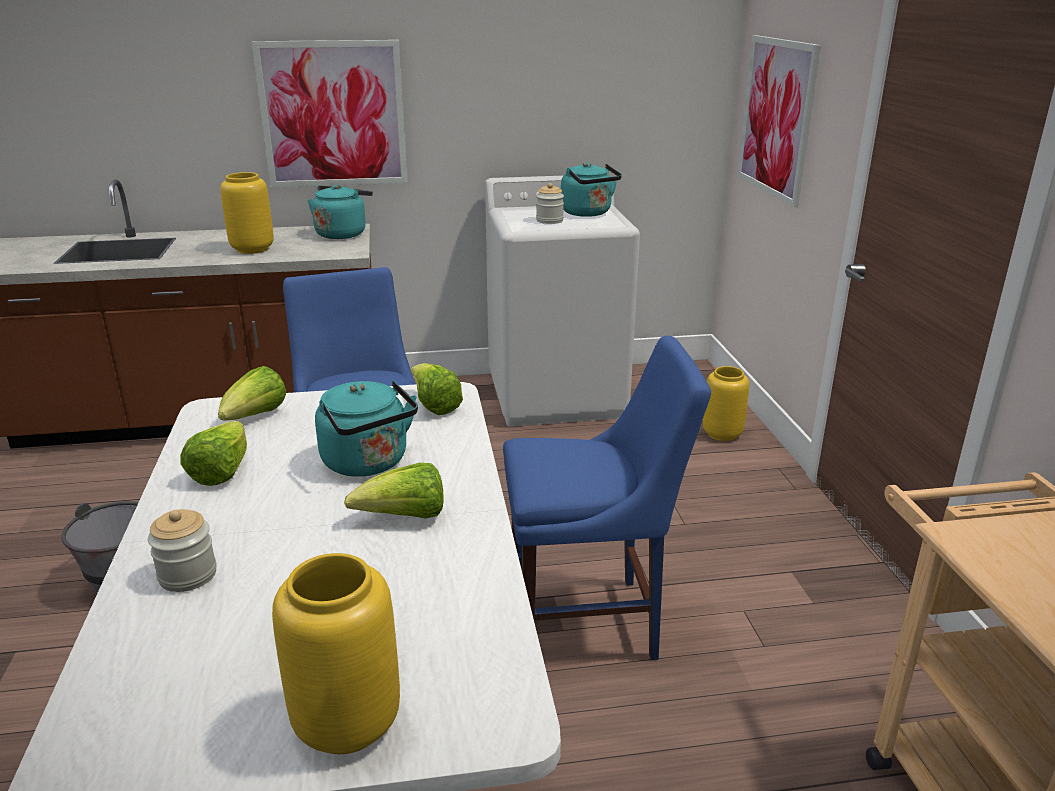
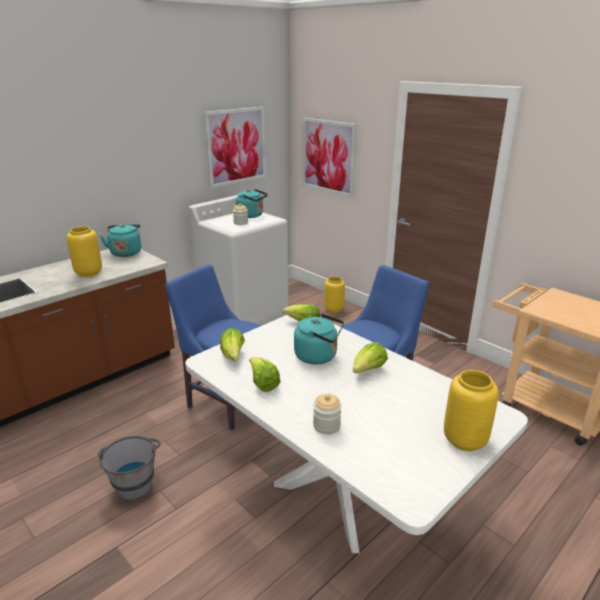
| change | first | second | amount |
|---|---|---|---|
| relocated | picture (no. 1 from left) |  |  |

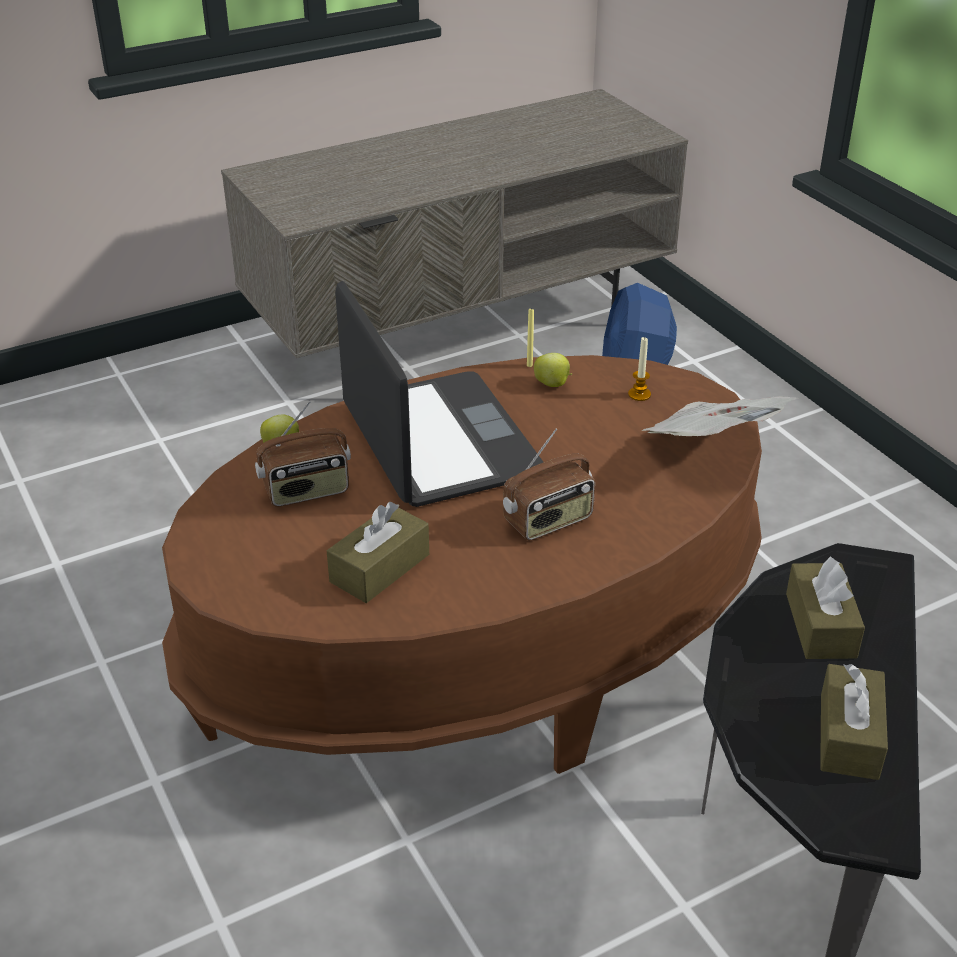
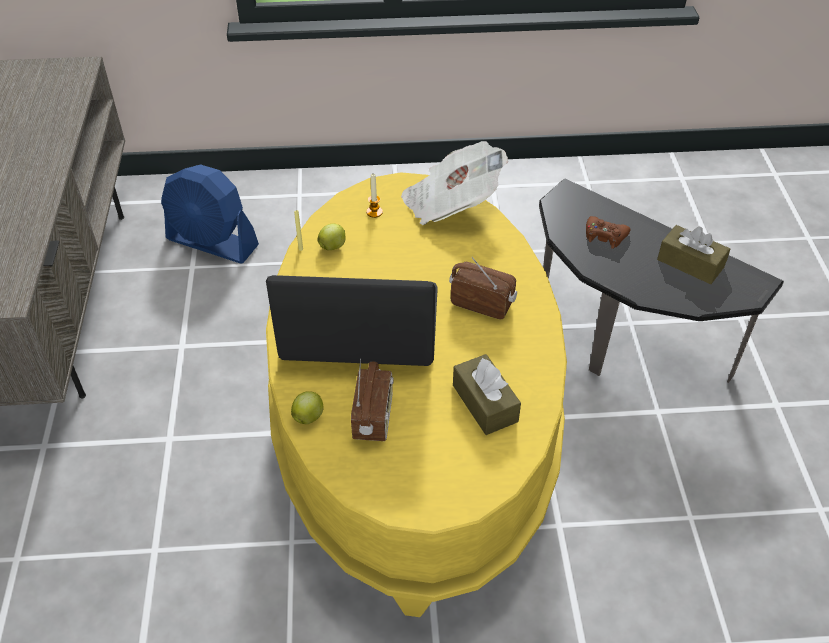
| change | first | second | amount |
|---|---|---|---|
| colour | brown coffee table | yellow coffee table |  |
| spun | radio (no. 2 from left) |  | 60 degrees counterclockwise |
| exchanged | brown tissue box (no. 2 from left) | brown game controller |  |

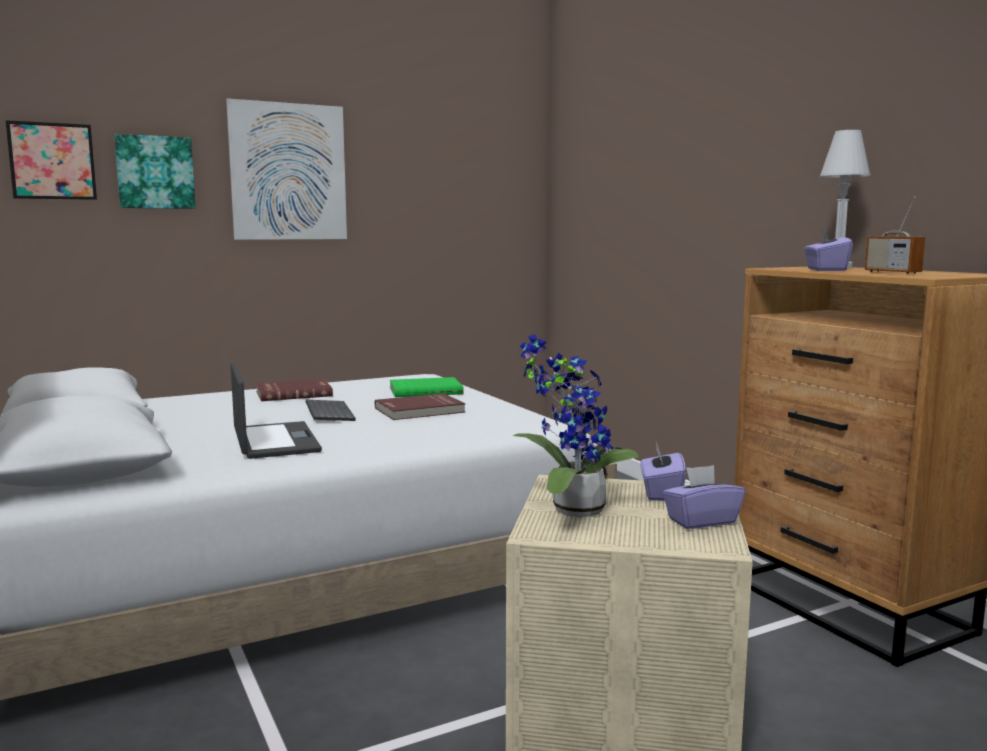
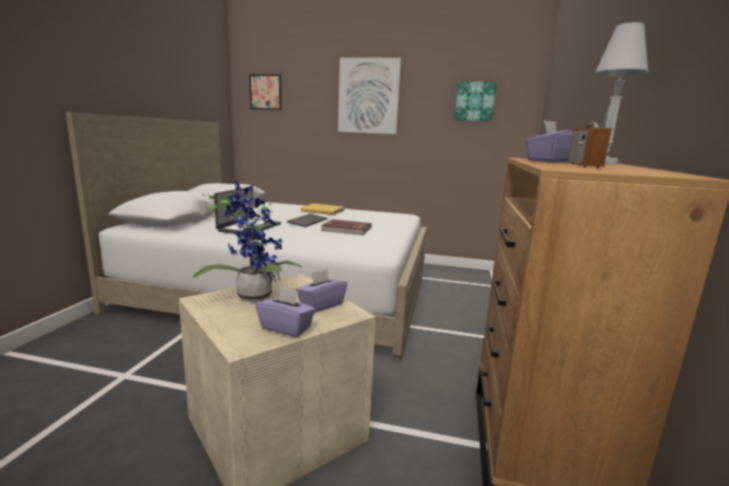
| change | first | second | amount |
|---|---|---|---|
| relocated | picture (no. 2 from left in the first image) | picture (no. 3 from left) |  |
| colour | red book (no. 1 from left) | yellow book |  |
| missing | green book |  |  |

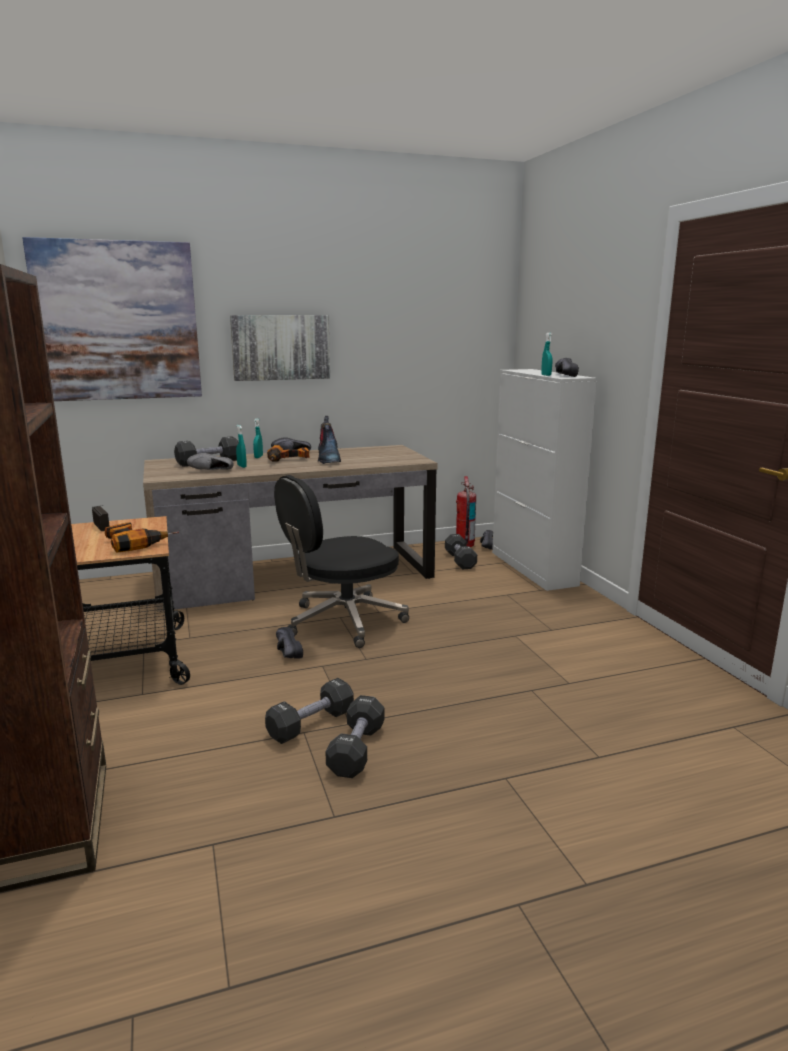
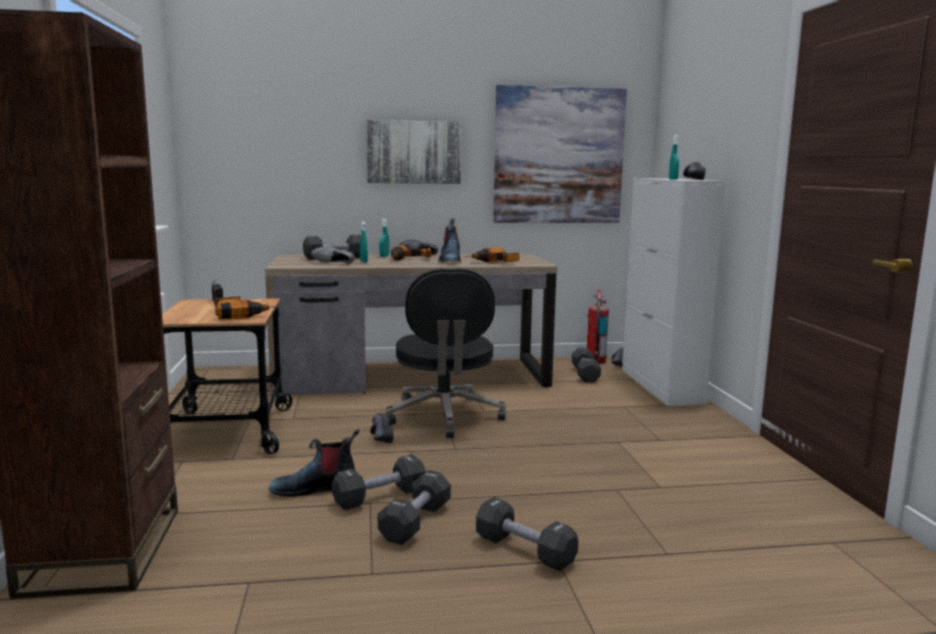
| change | first | second | amount |
|---|---|---|---|
| relocated | picture (no. 1 from left in the first image) | picture (no. 2 from left) |  |
| spun | black office chair |  | 75 degrees counterclockwise |
| appeared |  | boot (no. 1 from left) |  |
| appeared |  | power drill (no. 3 from left) |  |
| appeared |  | black dumbbell (no. 4 from left) |  |

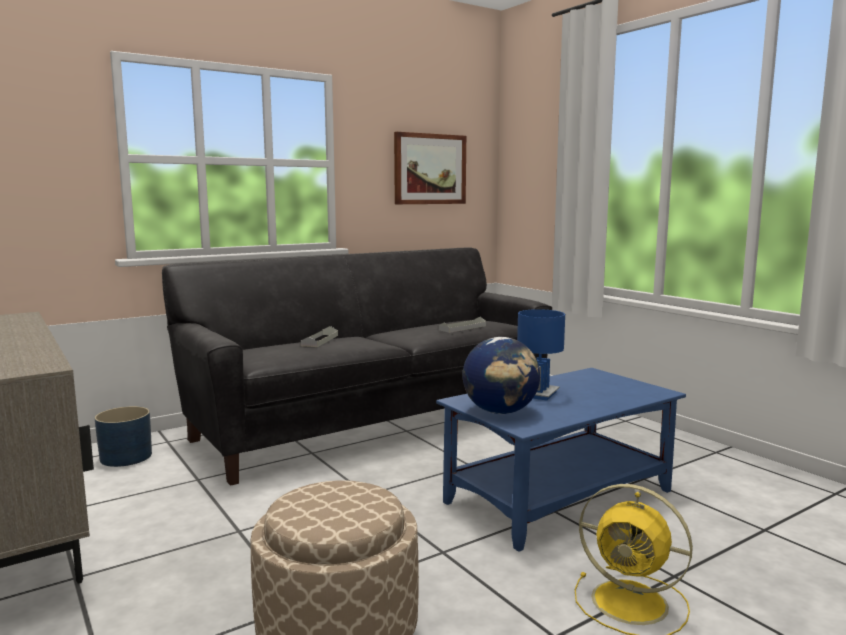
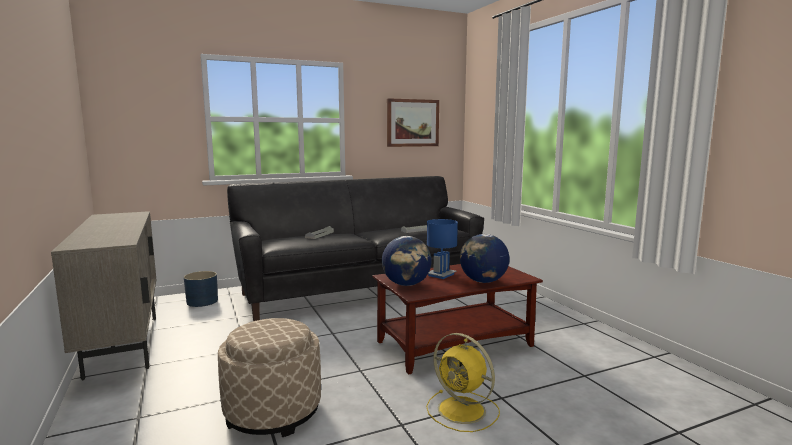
| change | first | second | amount |
|---|---|---|---|
| colour | blue coffee table | brown coffee table |  |
| appeared |  | globe (no. 2 from left) |  |

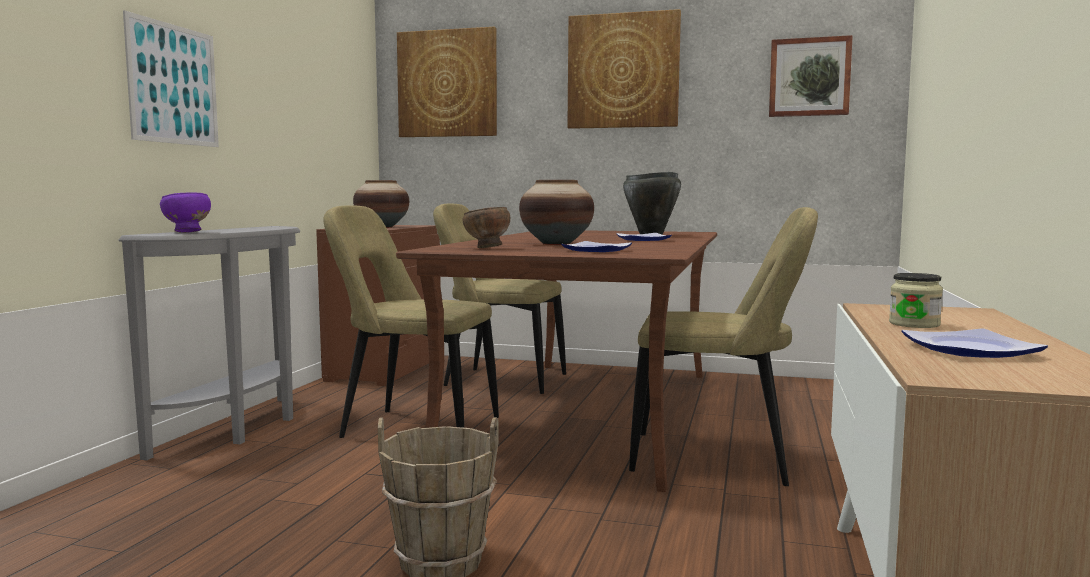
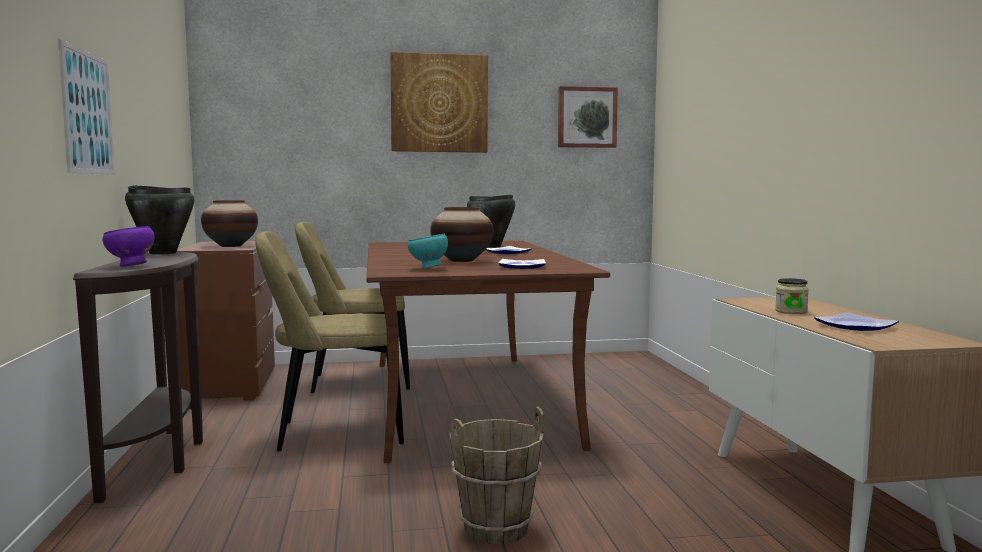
| change | first | second | amount |
|---|---|---|---|
| colour | grey console table | brown console table |  |
| missing | picture (no. 2 from left) |  |  |
| colour | brown bowl | turquoise bowl |  |
| missing | beige chair (no. 3 from left) |  |  |
| appeared |  | black cooking pot (no. 1 from left) |  |

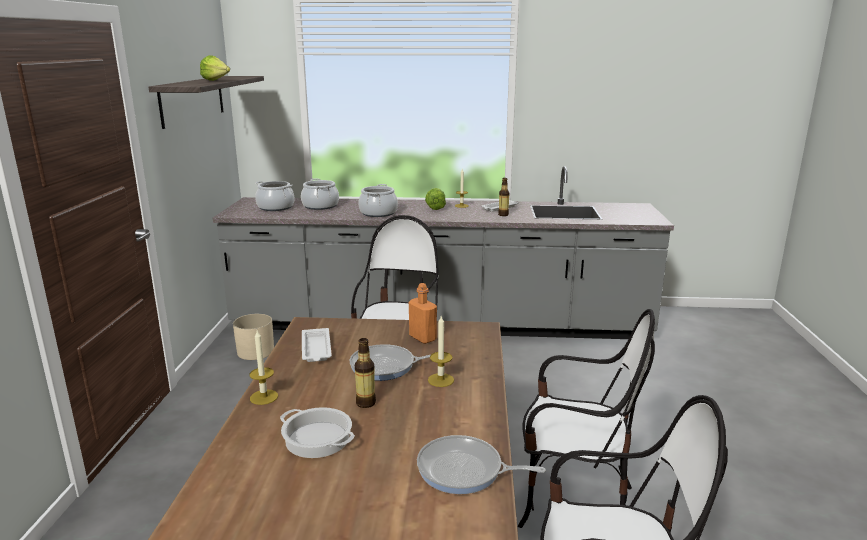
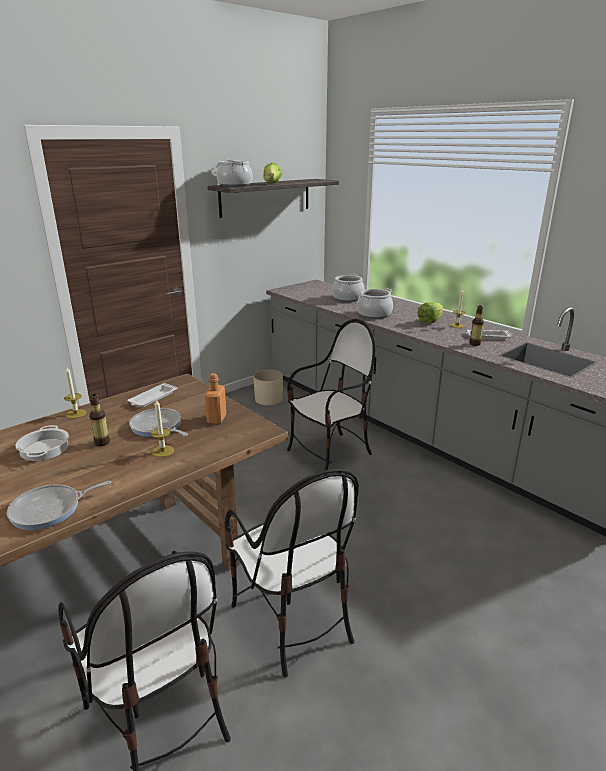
| change | first | second | amount |
|---|---|---|---|
| relocated | cooking pot (no. 1 from left in the first image) | cooking pot (no. 2 from left) |  |
| spun | frying pan (no. 2 from left in the first image) | frying pan (no. 1 from left) | 90 degrees counterclockwise |

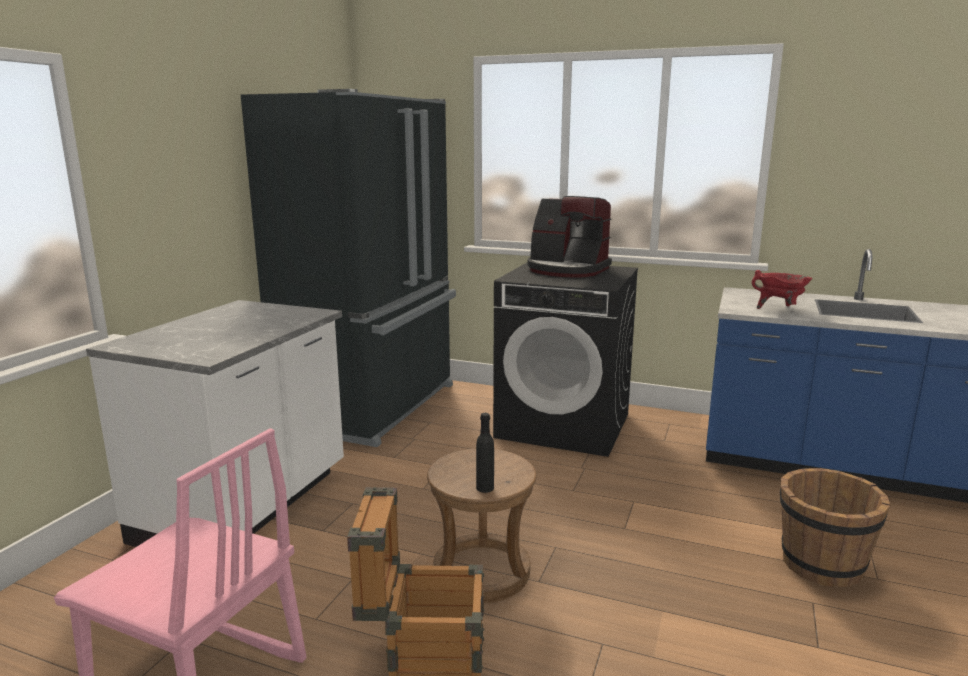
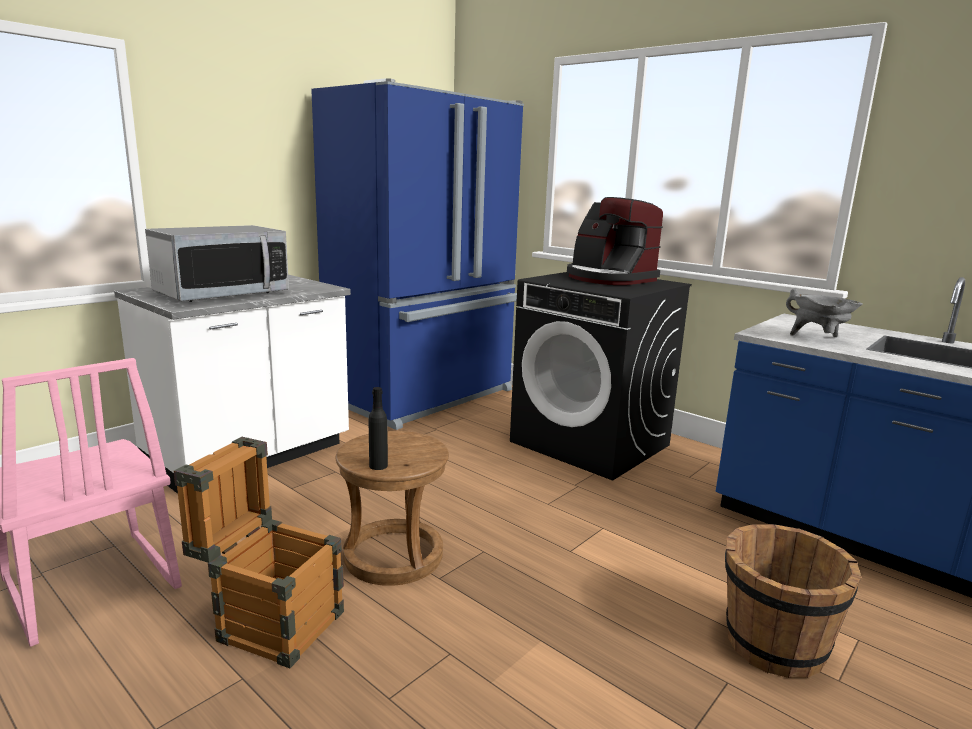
| change | first | second | amount |
|---|---|---|---|
| colour | black fridge | blue fridge |  |
| colour | red cooking pot | grey cooking pot |  |
| appeared |  | microwave |  |

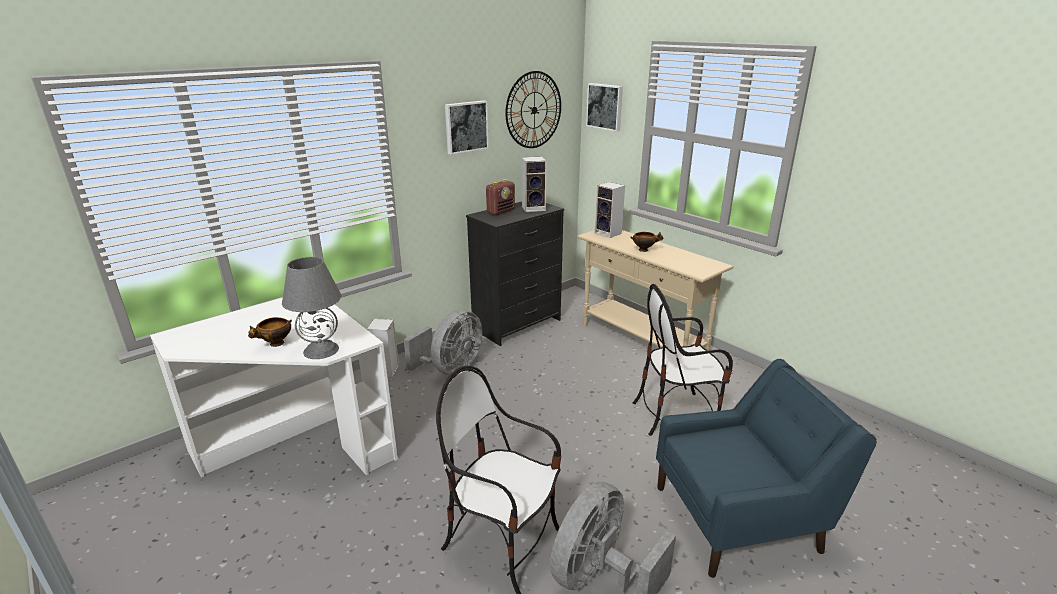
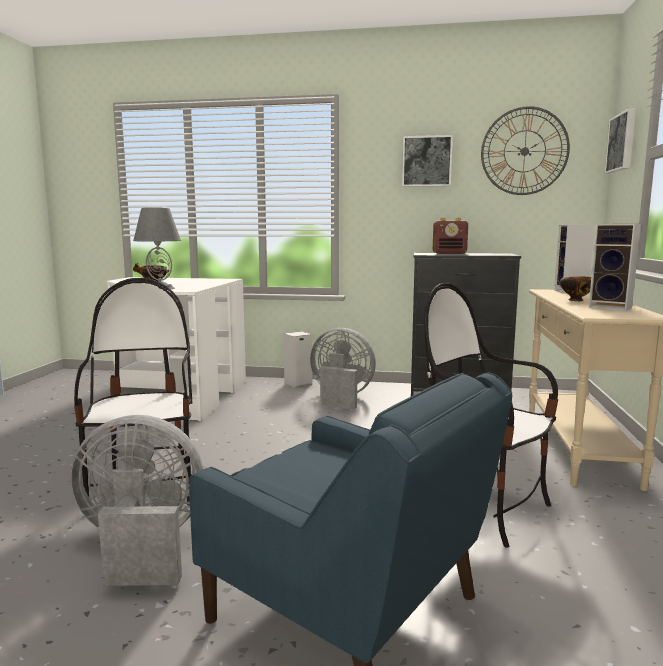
| change | first | second | amount |
|---|---|---|---|
| spun | grey fan (no. 1 from left in the first image) | grey fan (no. 2 from left) | 150 degrees counterclockwise |
| relocated | speaker (no. 2 from left in the first image) | speaker (no. 3 from left) |  |

